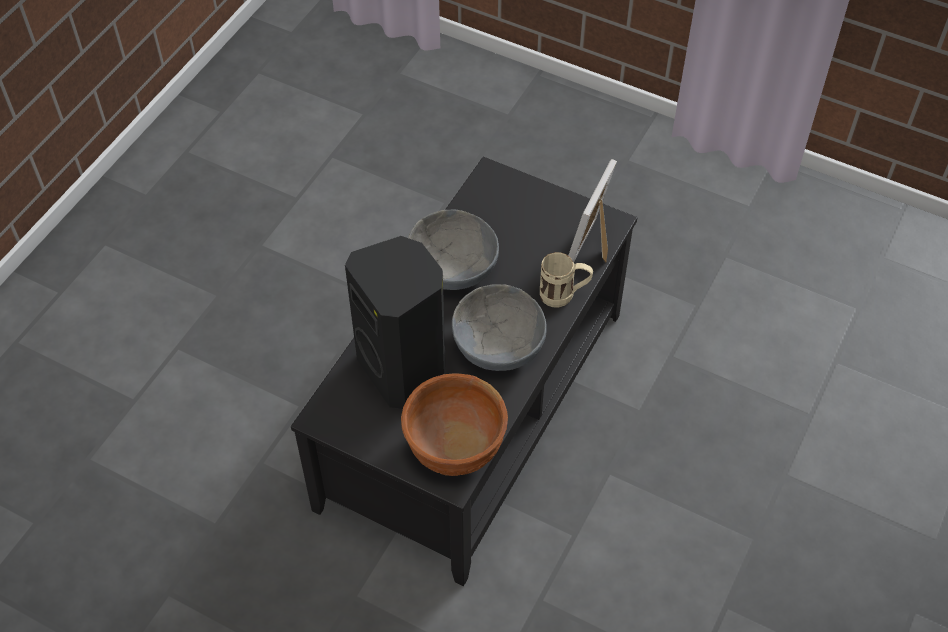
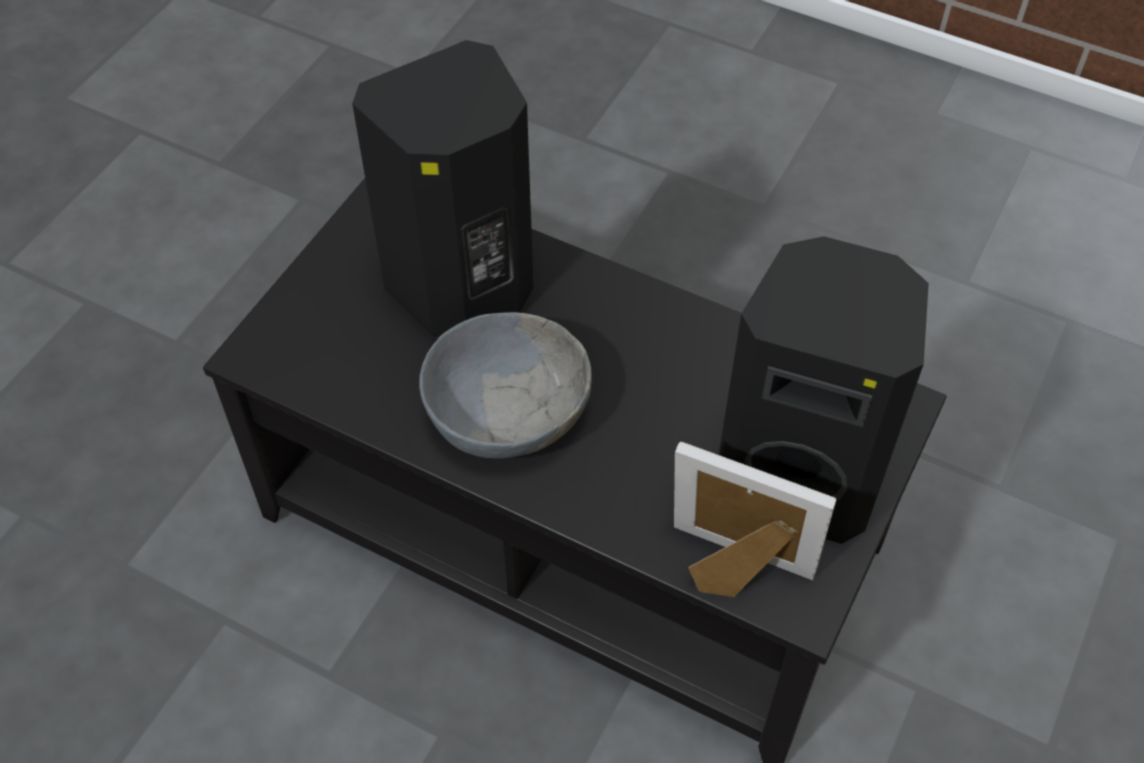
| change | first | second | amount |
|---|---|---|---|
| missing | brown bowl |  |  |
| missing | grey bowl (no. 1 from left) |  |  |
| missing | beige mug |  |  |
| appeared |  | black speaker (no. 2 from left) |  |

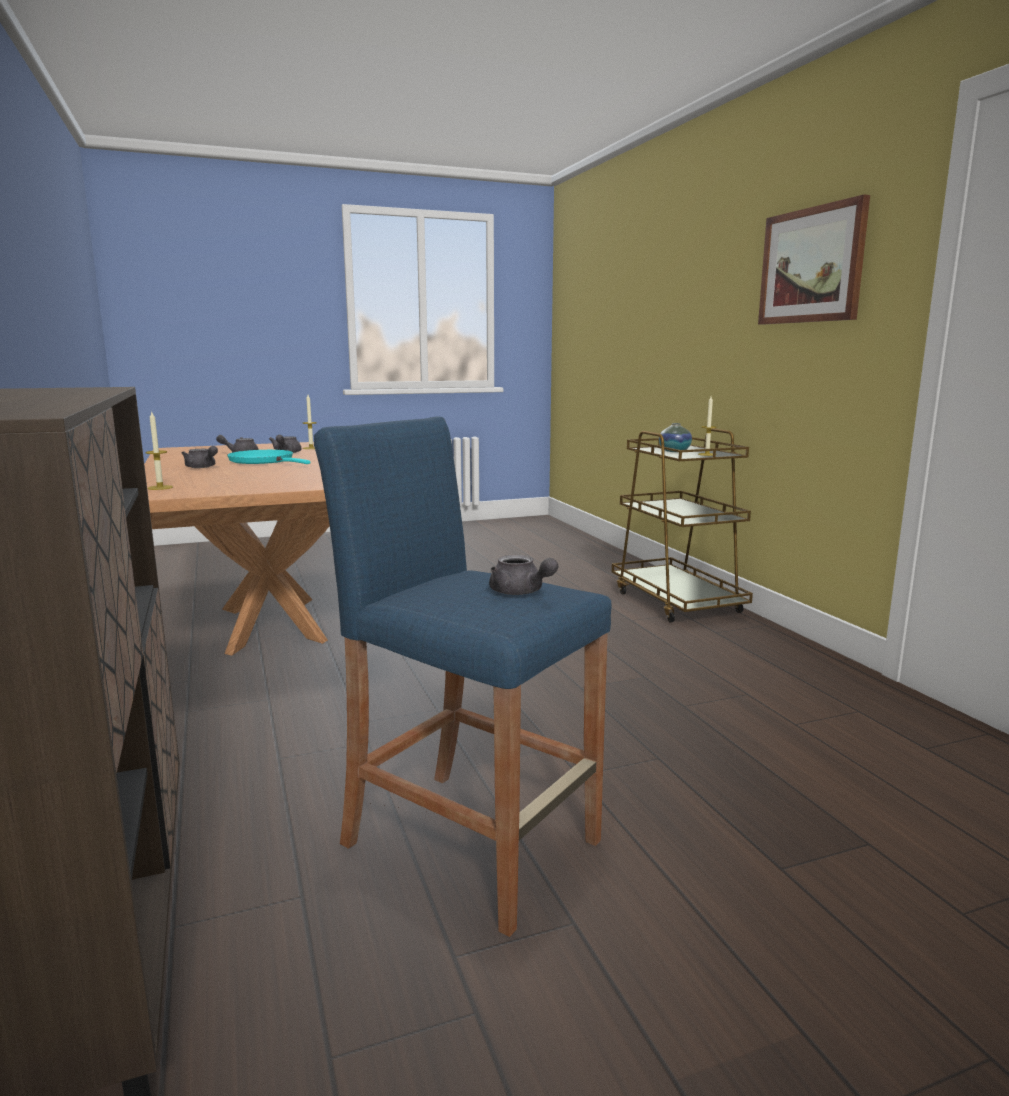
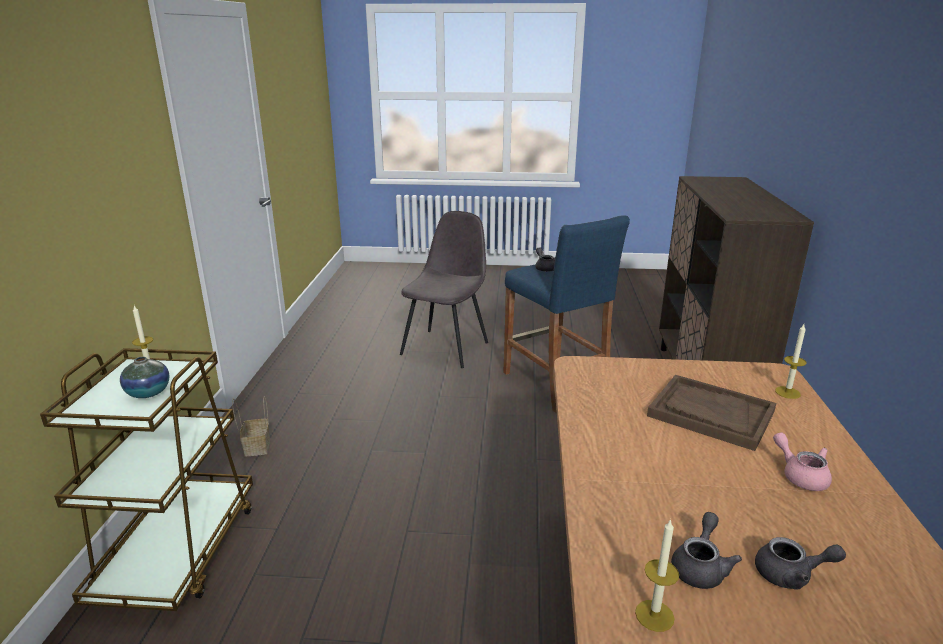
| change | first | second | amount |
|---|---|---|---|
| colour | grey teapot (no. 1 from left) | pink teapot |  |
| missing | turquoise frying pan |  |  |
| missing | picture |  |  |
| appeared |  | basket |  |
| appeared |  | grey chair |  |
| appeared |  | brown tray |  |

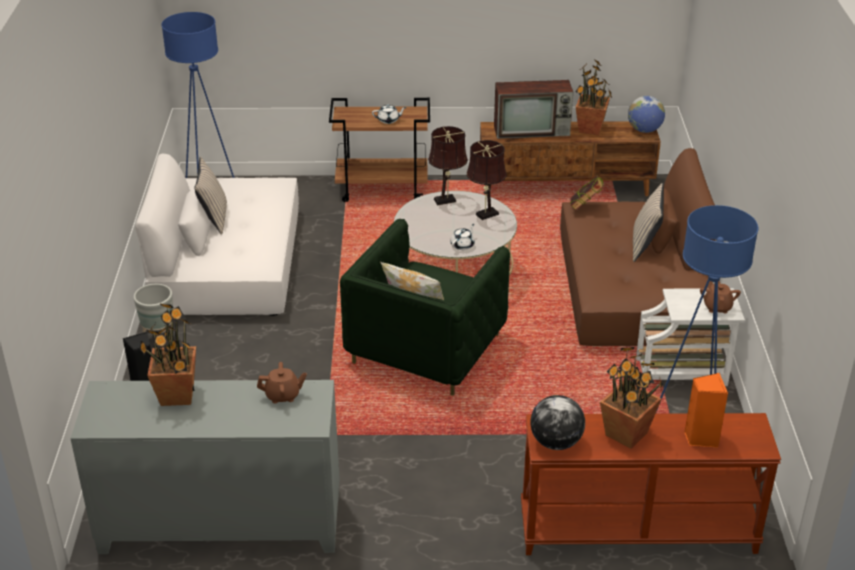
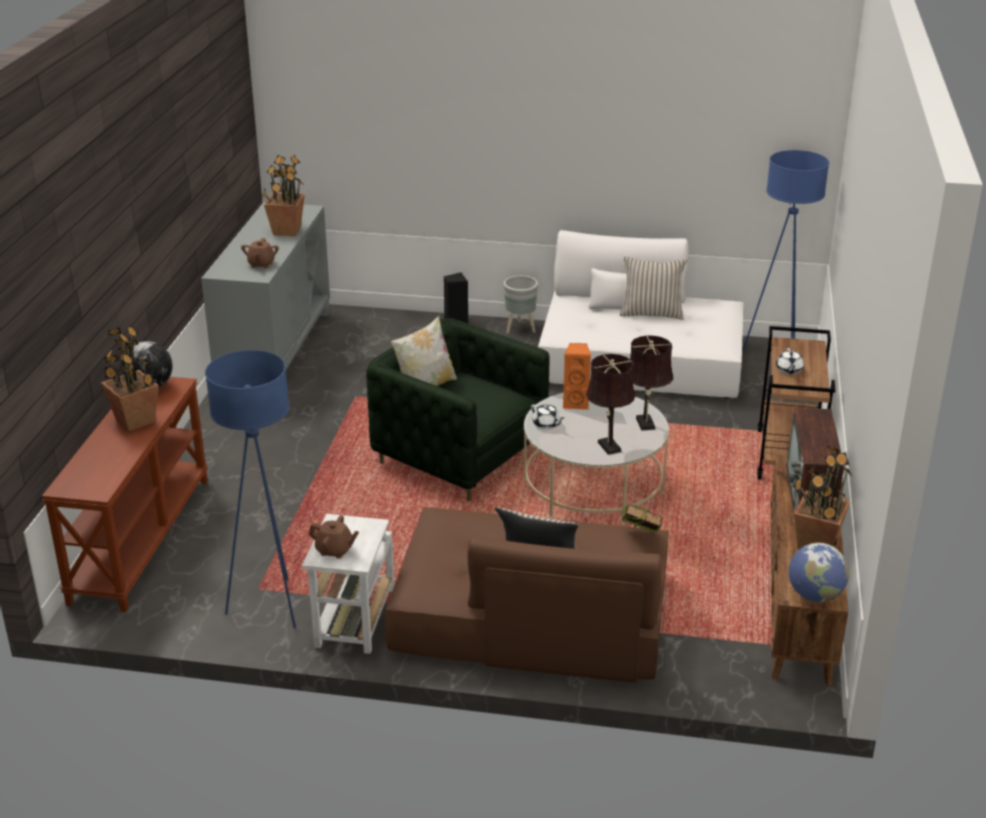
| change | first | second | amount |
|---|---|---|---|
| relocated | orange speaker |  |  |

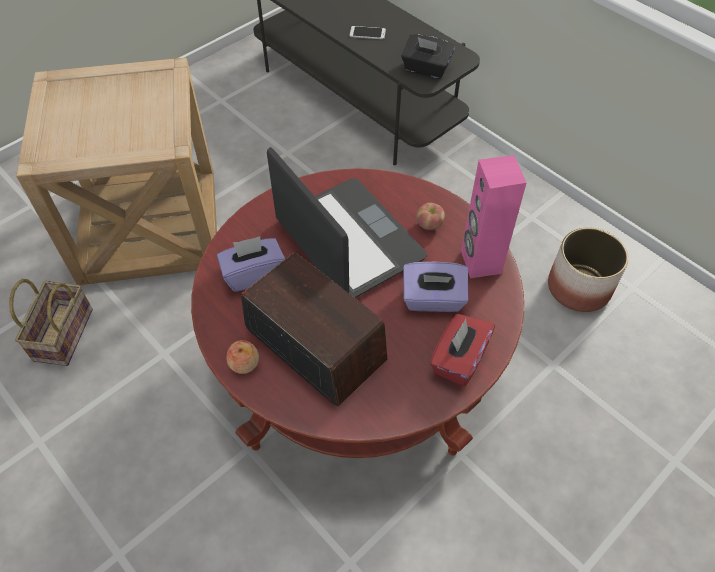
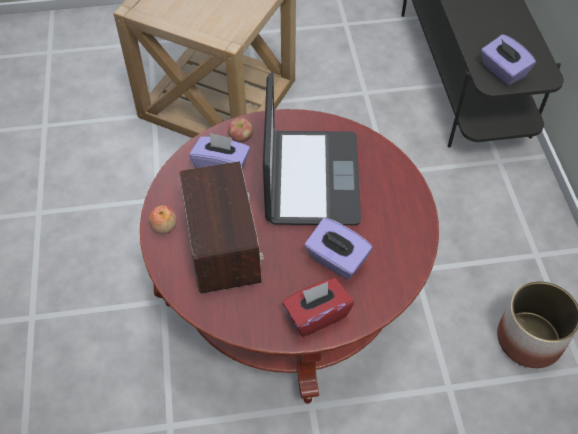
| change | first | second | amount |
|---|---|---|---|
| missing | basket |  |  |
| missing | phone |  |  |
| colour | black tissue box | purple tissue box (no. 3 from left) |  |
| relocated | apple (no. 2 from left) |  |  |
| missing | pink speaker |  |  |

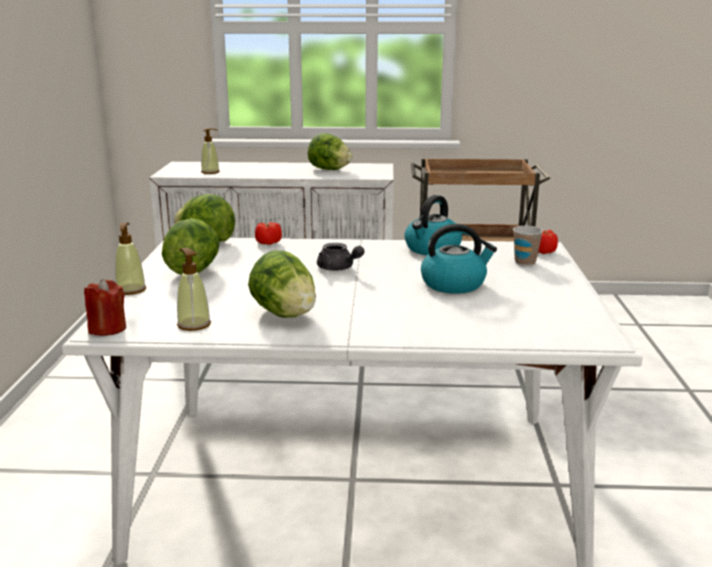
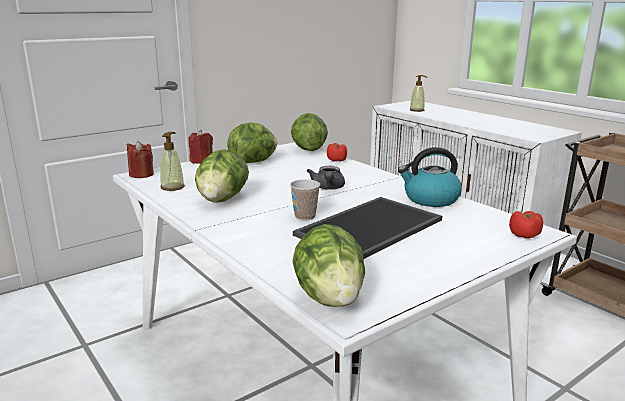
| change | first | second | amount |
|---|---|---|---|
| exchanged | soap dispenser (no. 1 from left) | red candle (no. 2 from left) |  |
| relocated | lettuce (no. 4 from left) |  |  |
| exchanged | kettle (no. 2 from left) | tray |  |
| relocated | cup |  |  |

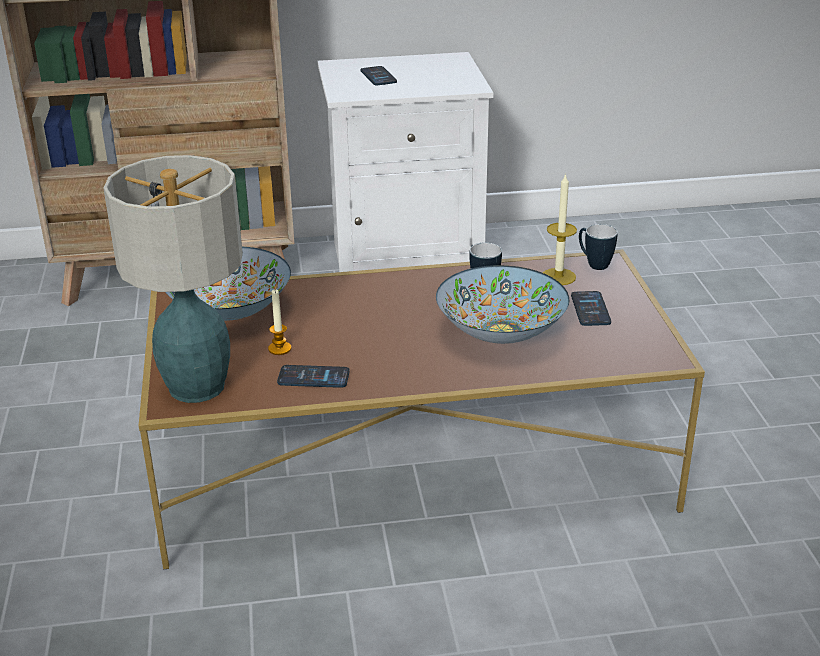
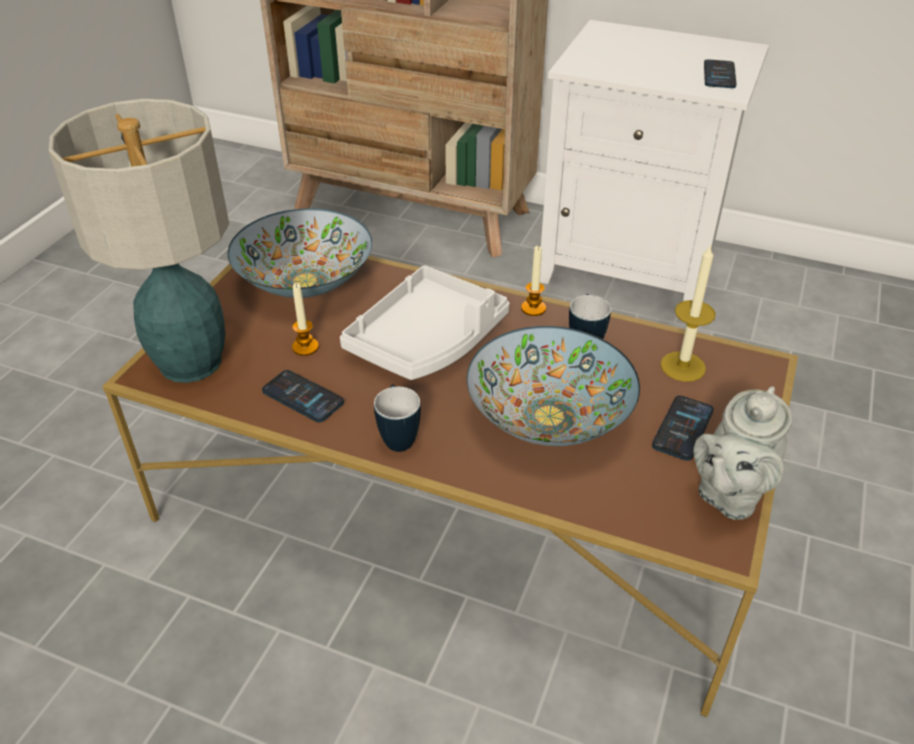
| change | first | second | amount |
|---|---|---|---|
| relocated | phone (no. 2 from left in the first image) | phone (no. 3 from left) |  |
| relocated | mug (no. 2 from left in the first image) | mug (no. 1 from left) |  |
| appeared |  | white tray |  |
| appeared |  | candle (no. 2 from left) |  |
| appeared |  | grey teapot |  |

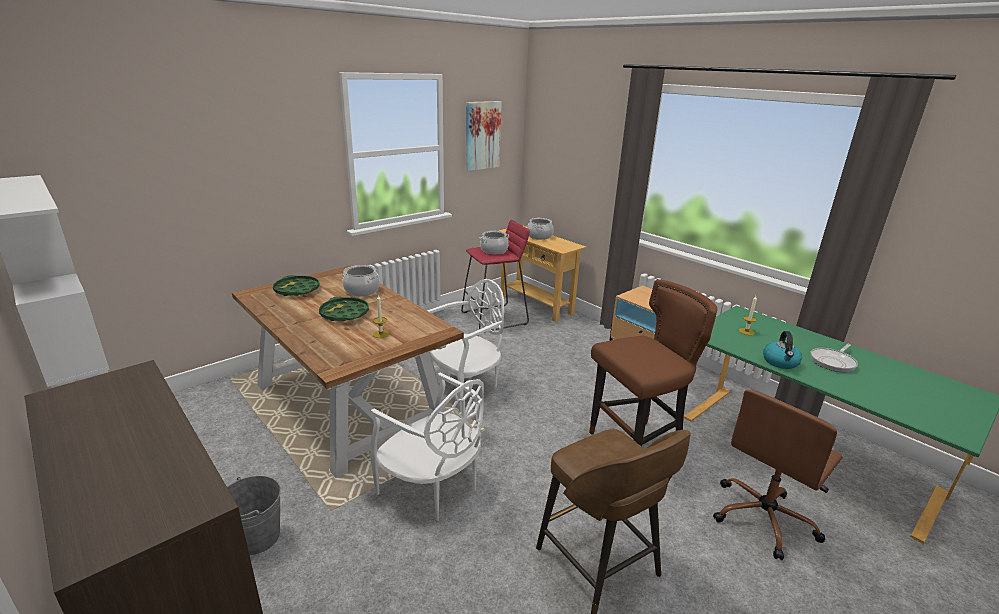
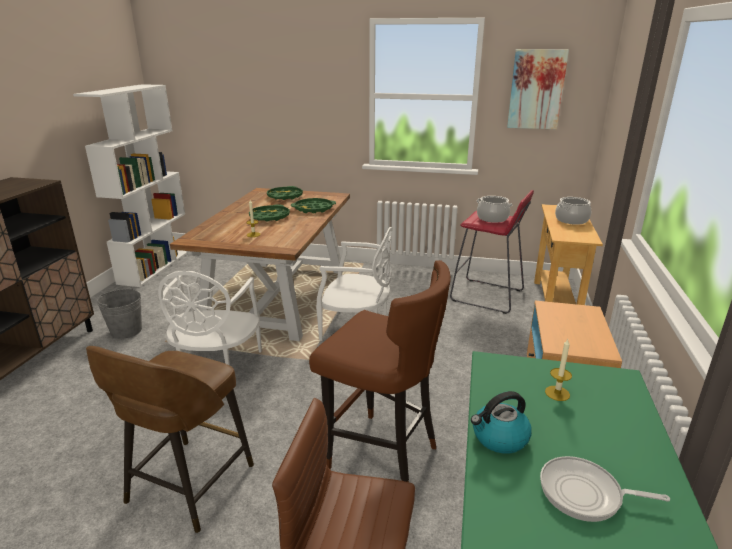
| change | first | second | amount |
|---|---|---|---|
| exchanged | cooking pot (no. 1 from left) | green tray (no. 3 from left) |  |

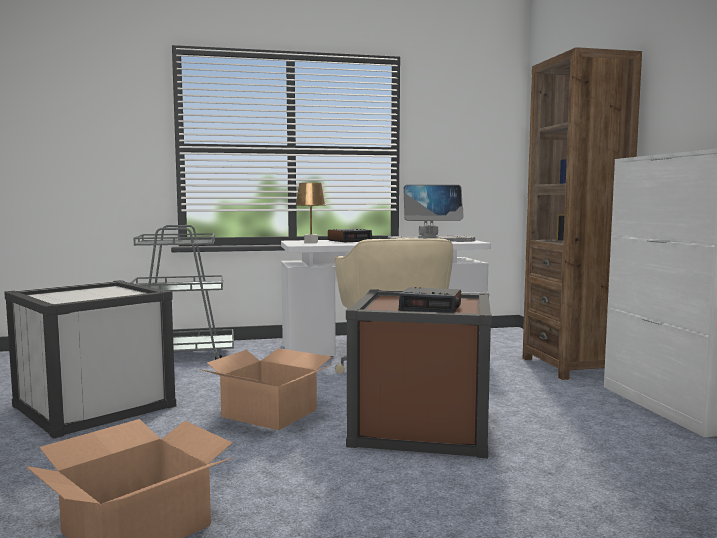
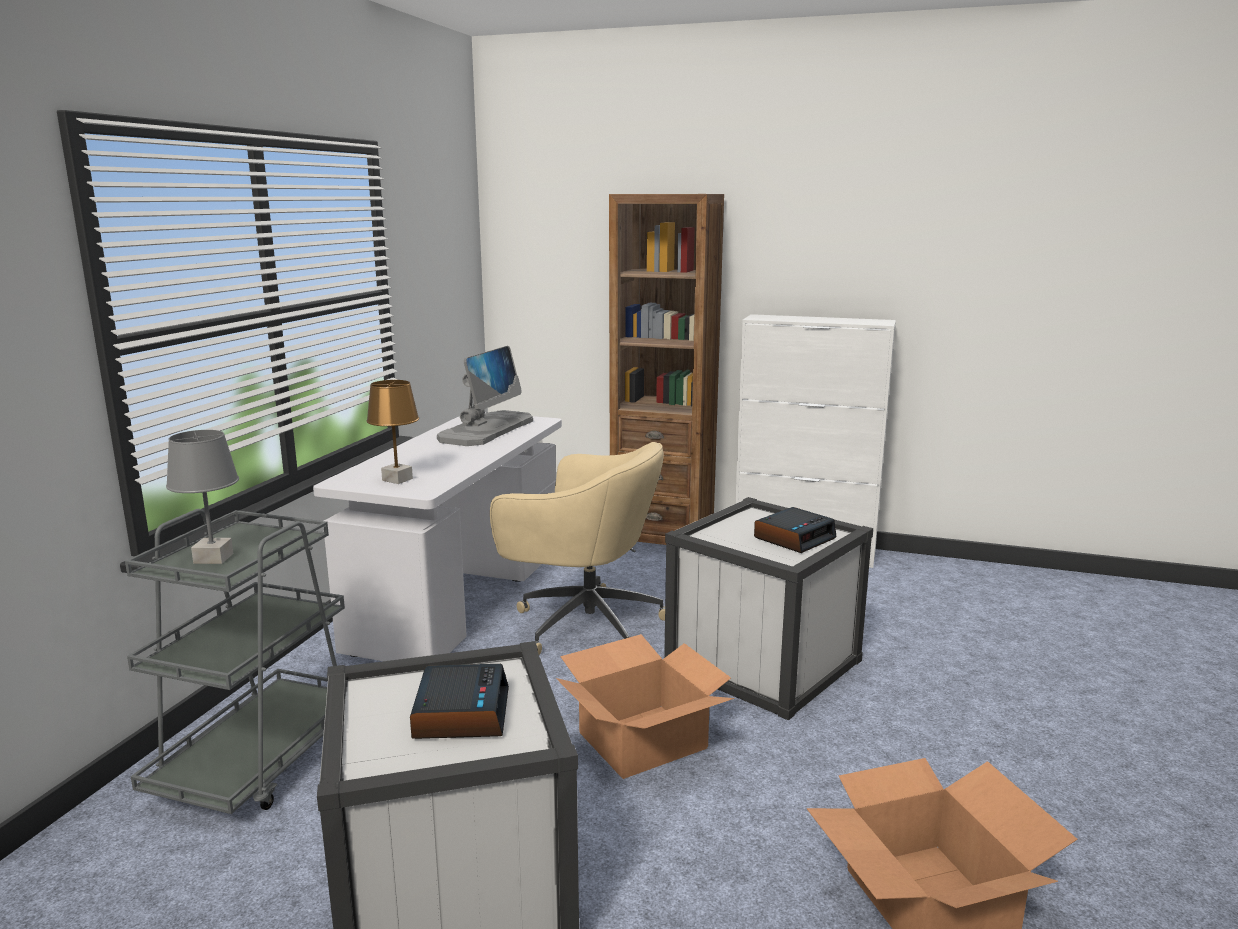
| change | first | second | amount |
|---|---|---|---|
| relocated | alarm clock (no. 1 from left) |  |  |
| colour | brown storage box | white storage box (no. 2 from left) |  |
| appeared |  | grey table lamp |  |

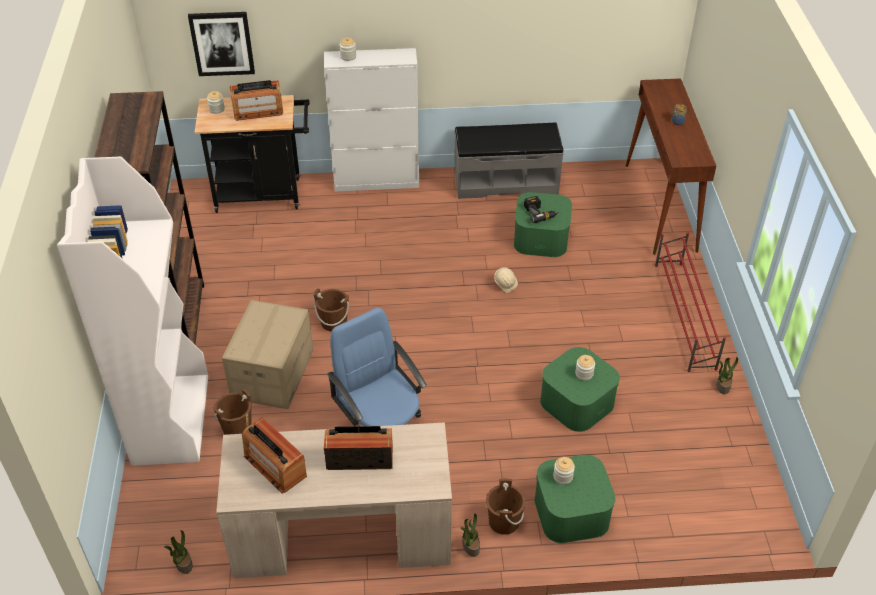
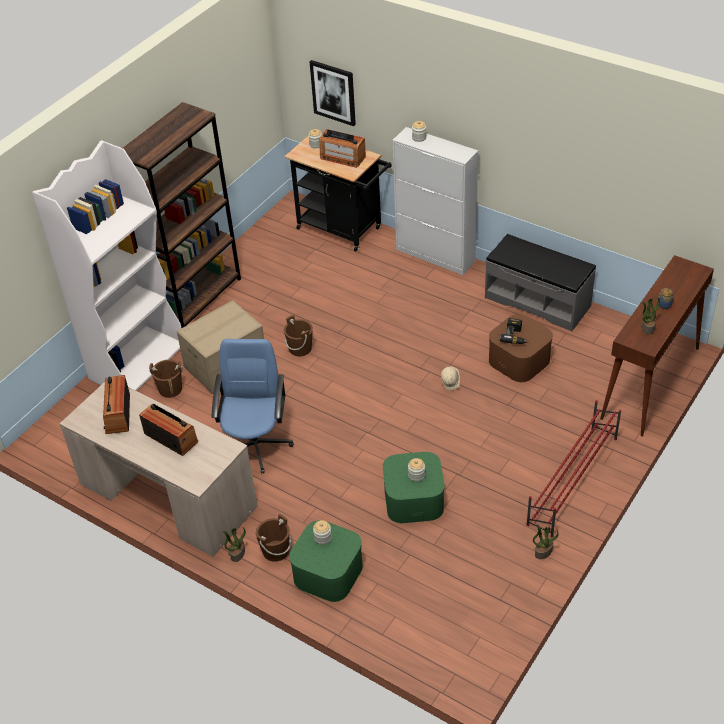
| change | first | second | amount |
|---|---|---|---|
| relocated | potted plant (no. 1 from left in the first image) | potted plant (no. 3 from left) |  |
| colour | green storage box (no. 1 from left) | brown storage box |  |

